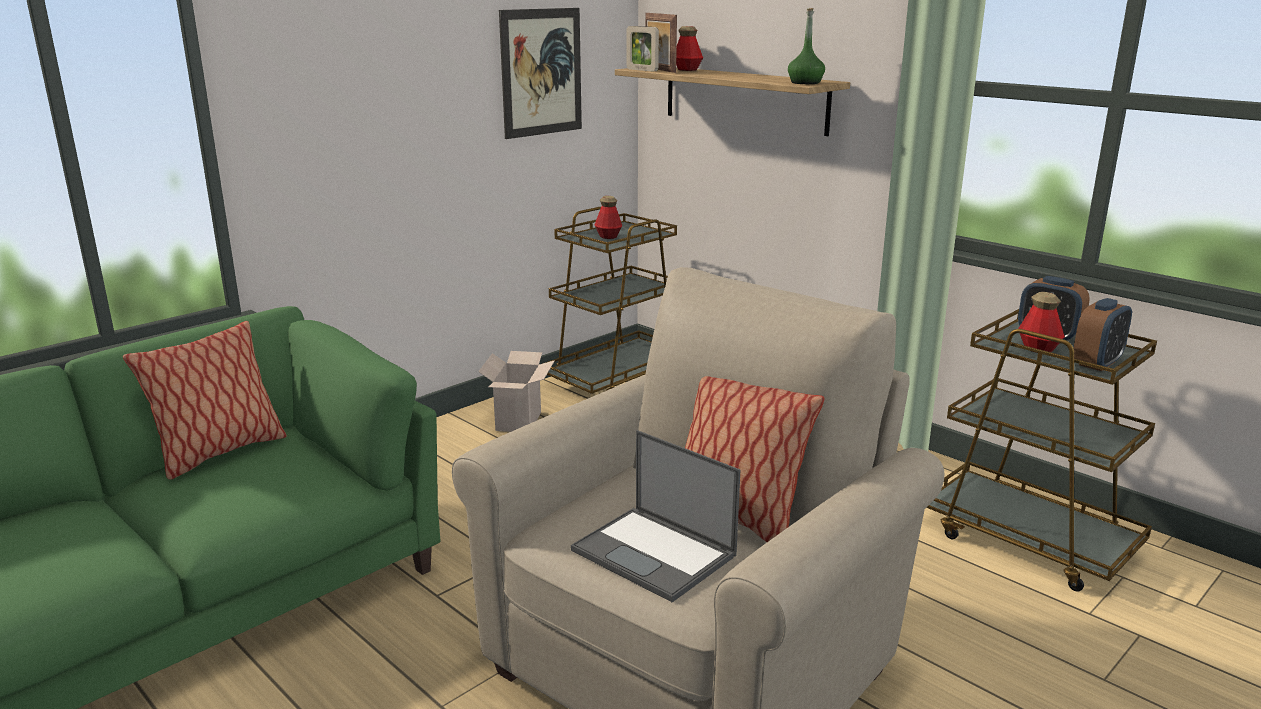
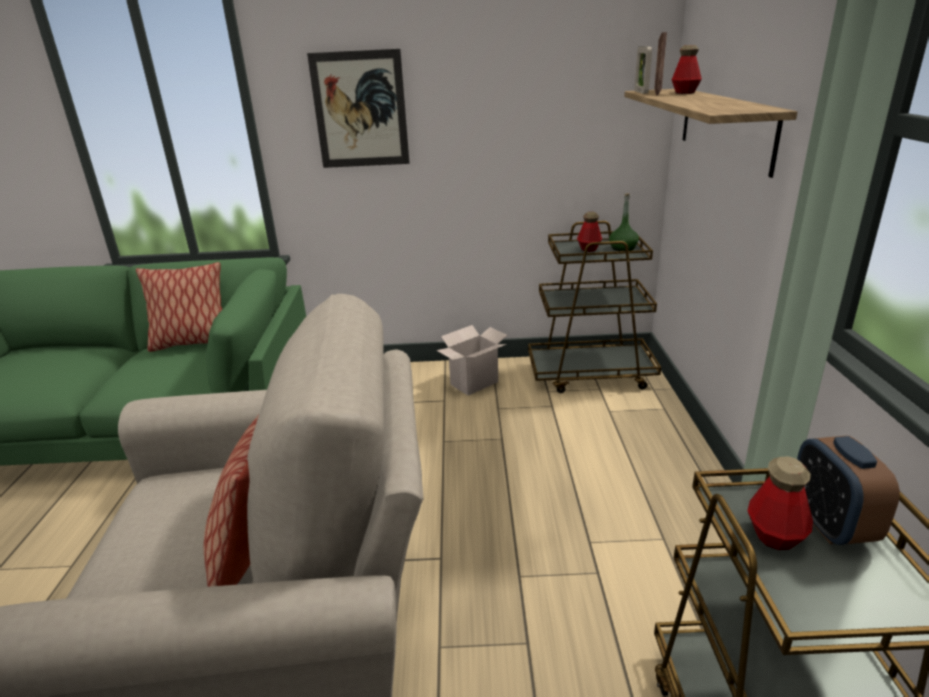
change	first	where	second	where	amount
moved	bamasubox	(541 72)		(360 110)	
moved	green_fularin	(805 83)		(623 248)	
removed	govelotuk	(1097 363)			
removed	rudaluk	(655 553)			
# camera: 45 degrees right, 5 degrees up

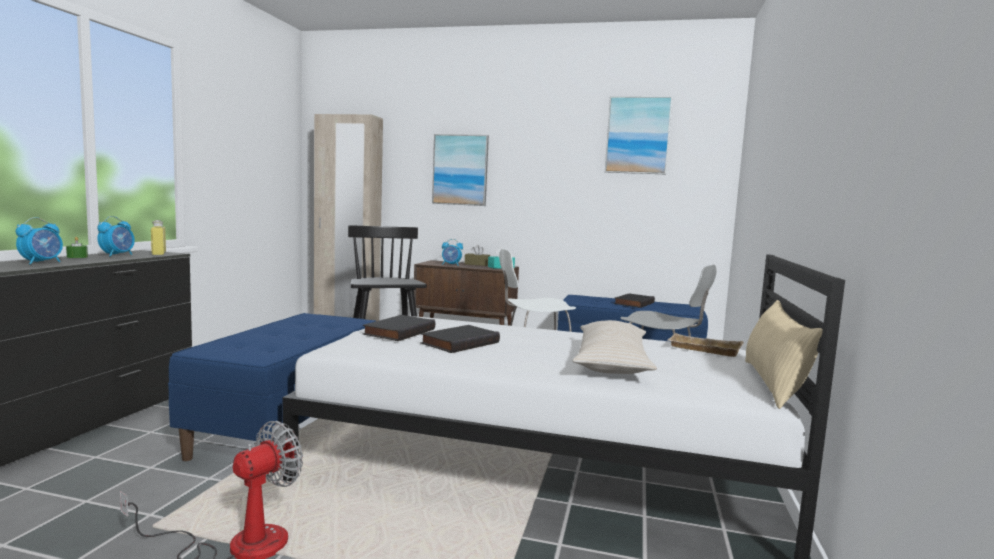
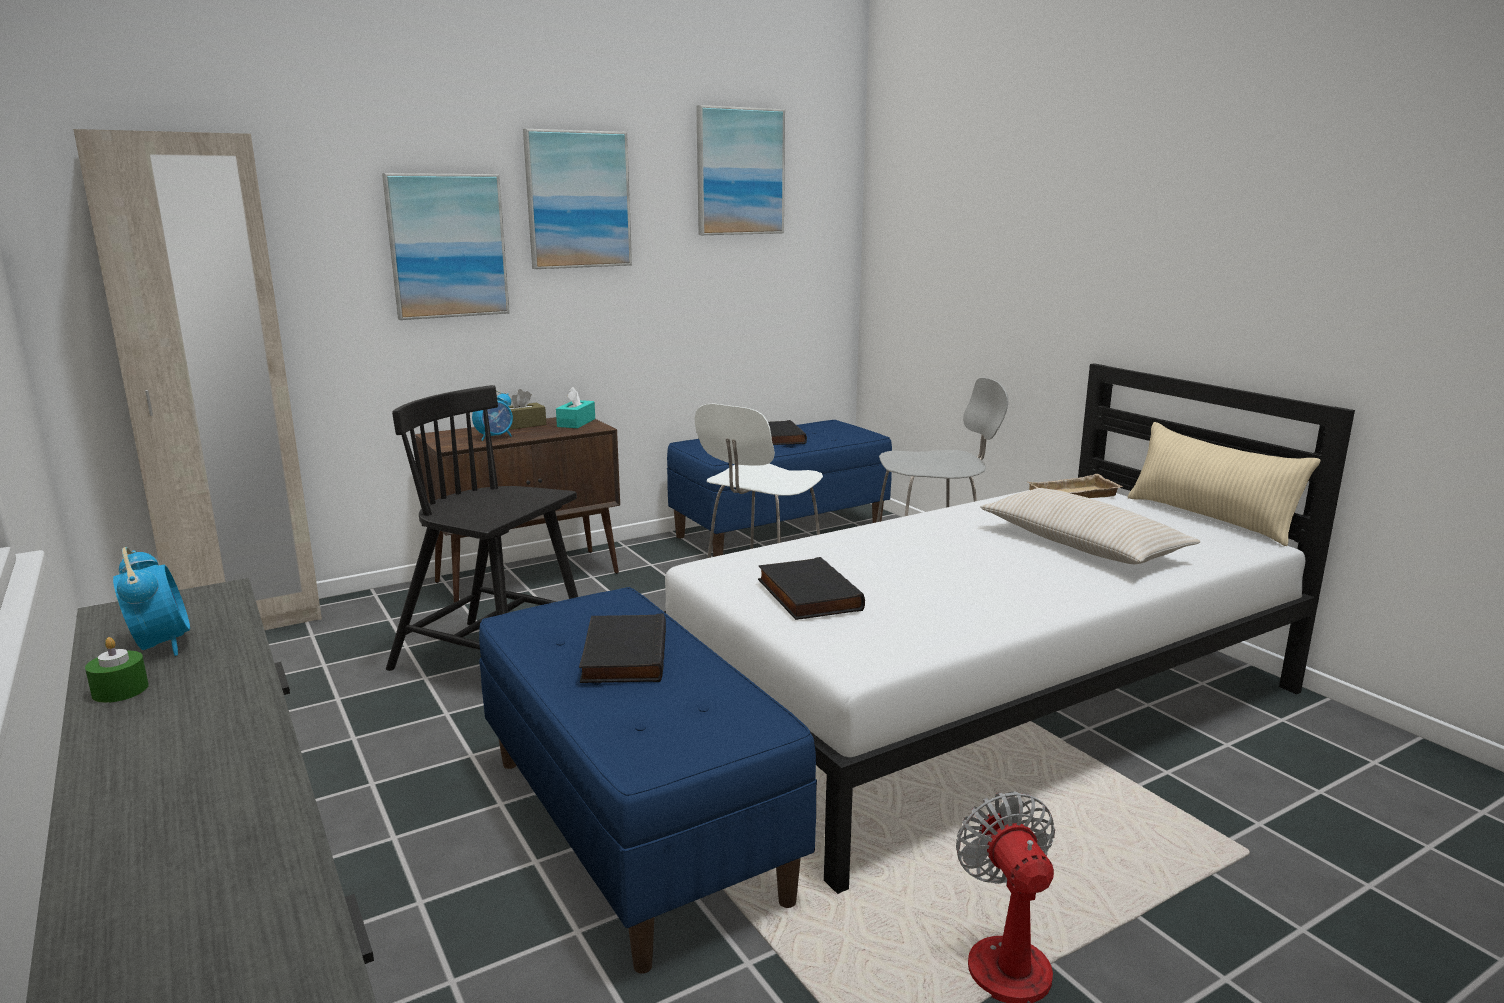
change	first	where	second	where	amount
removed	govelotuk	(42 262)			
removed	yellow_fularin	(159 253)			
moved	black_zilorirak	(459 342)		(622 655)	
added			bamasubox	(578 200)	
# camera: 45 degrees left, 10 degrees up

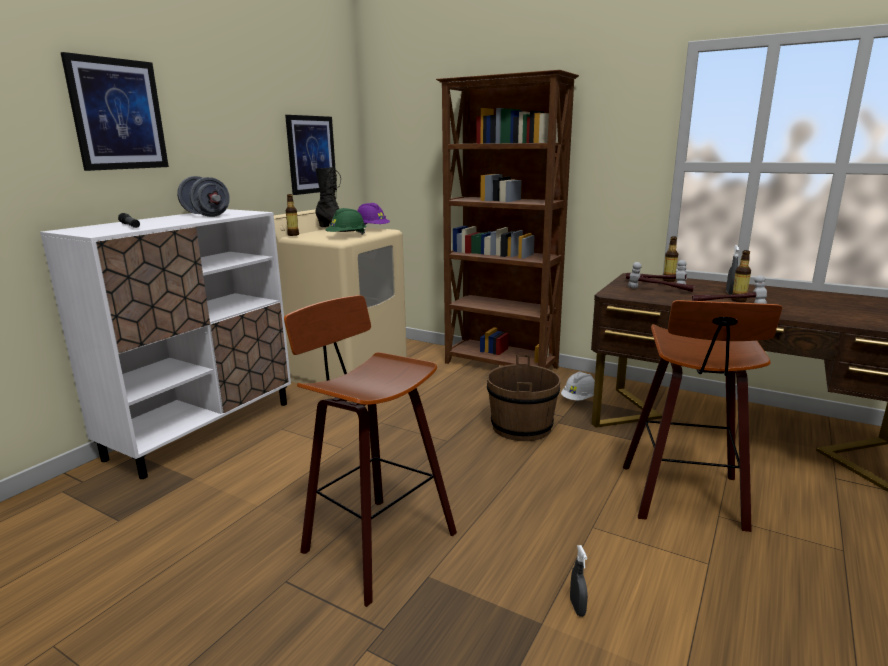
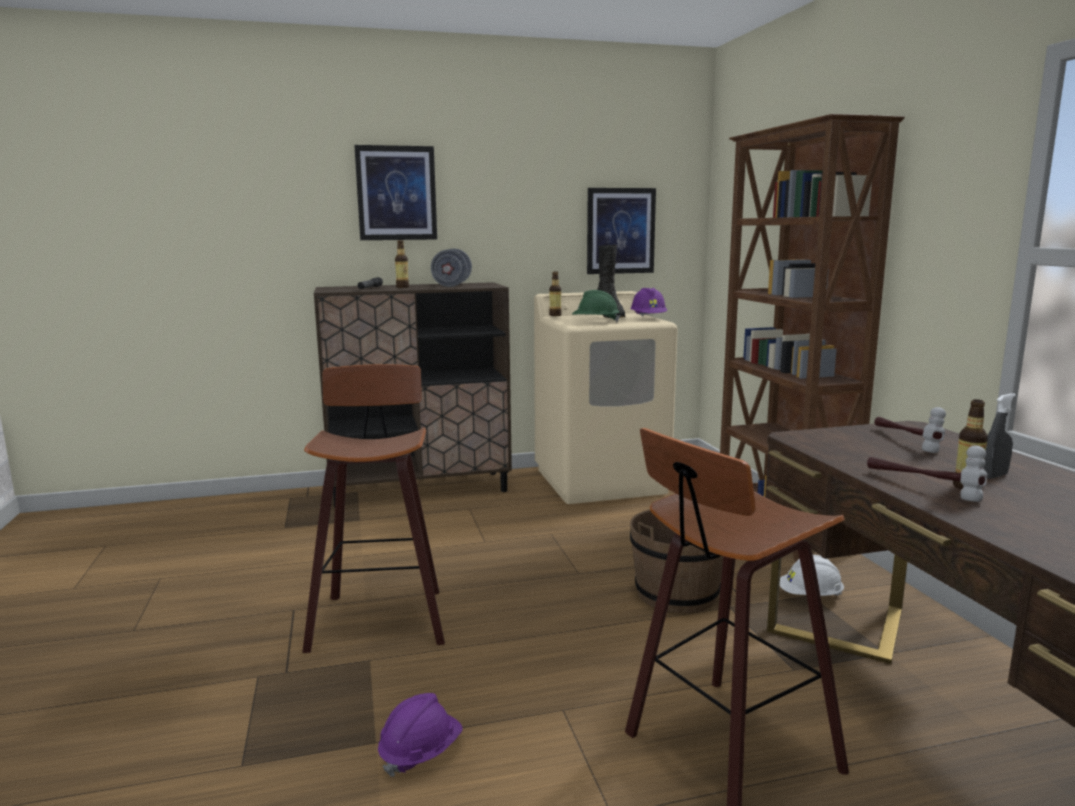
change	first	where	second	where	amount
recoloured	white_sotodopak	(203 429)	brown_sotodopak	(421 489)	
moved	fularin	(668 280)		(402 287)	
removed	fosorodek	(659 290)			
replaced	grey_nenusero	(577 607)	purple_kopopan	(420 753)	
# camera: 45 degrees right, 5 degrees down

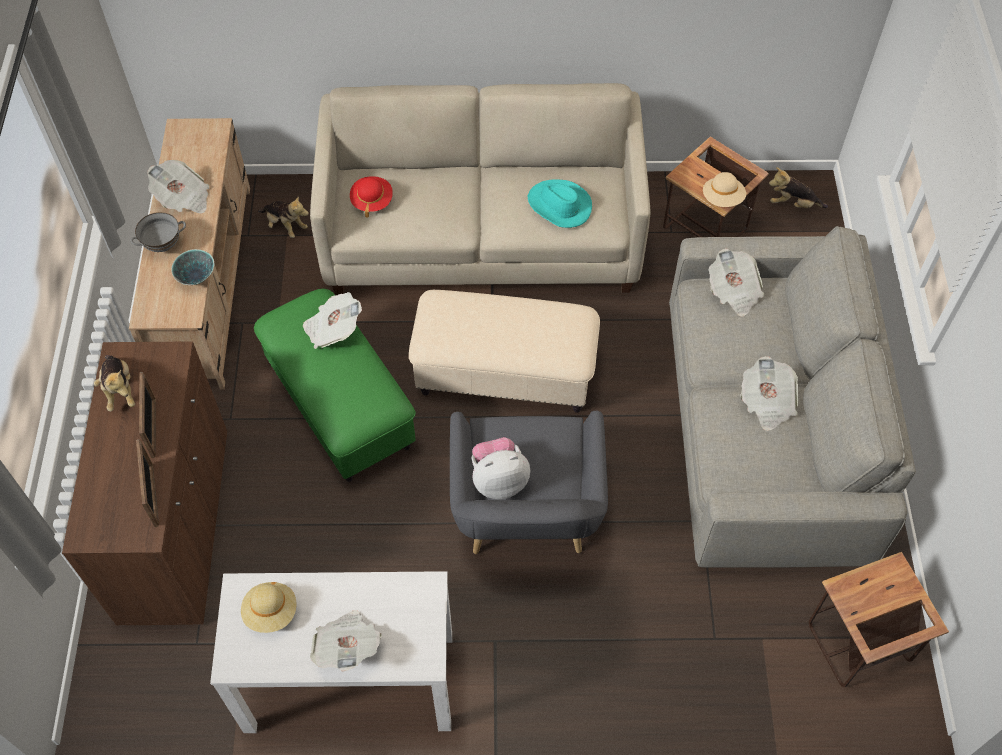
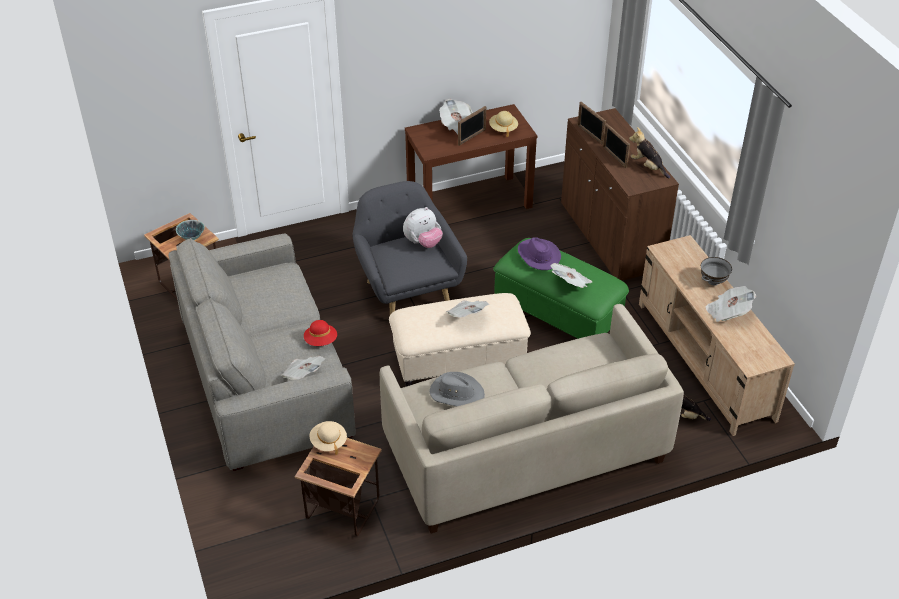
change	first	where	second	where	amount
removed	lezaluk	(793 204)			
moved	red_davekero	(372 201)		(321 341)	
recoloured	turquoise_davekero	(559 206)	grey_davekero	(456 393)	
moved	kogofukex	(197 277)		(191 238)	
moved	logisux	(767 403)		(467 316)	
recoloured	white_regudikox	(349 682)	brown_regudikox	(470 203)	
added			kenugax	(472 137)	
added			purple_davekero	(538 255)	
# camera: 160 degrees right, 15 degrees down

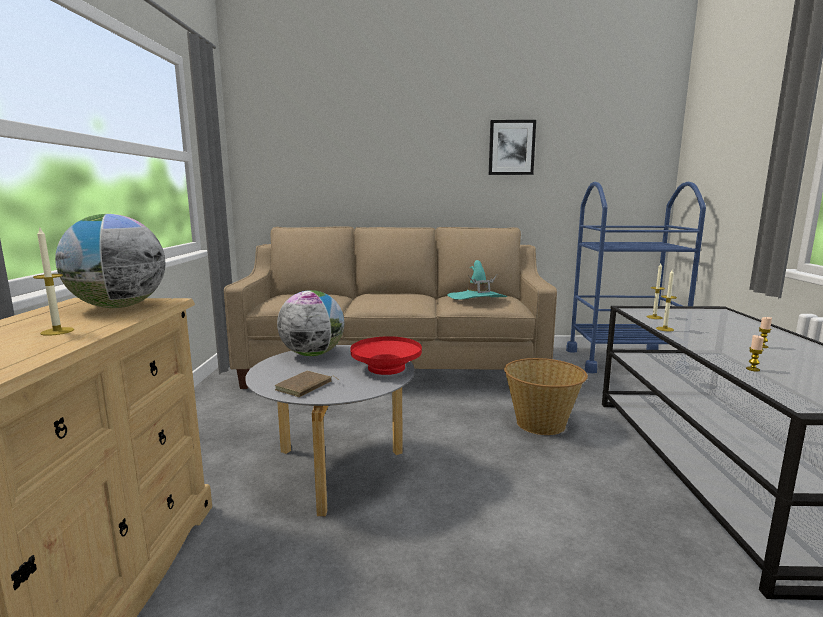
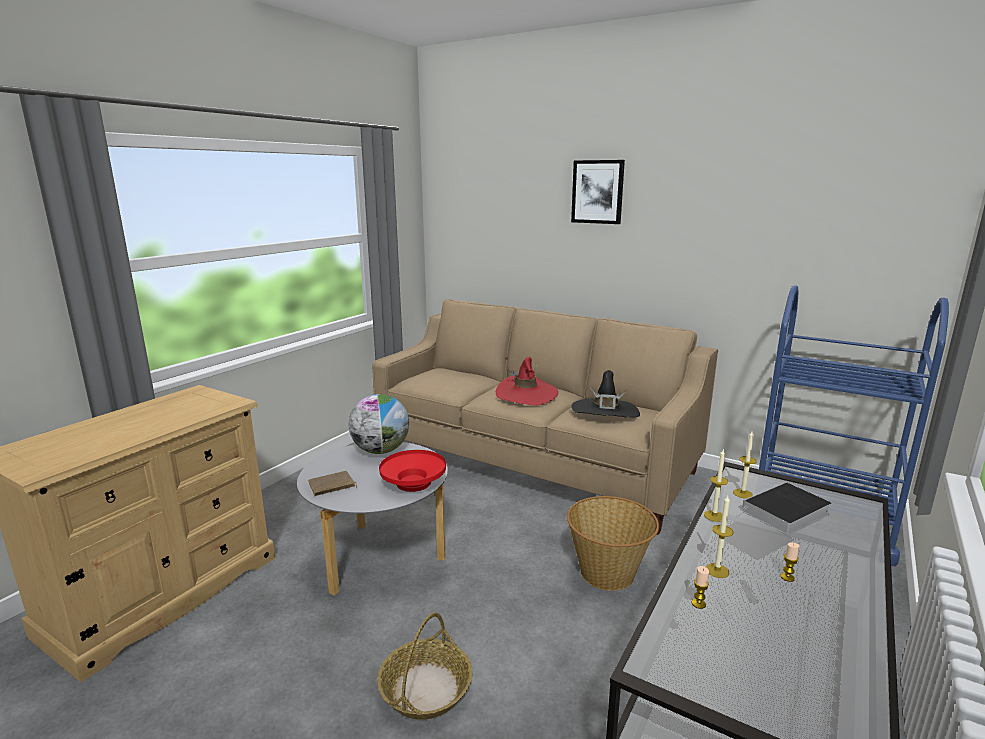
change	first	where	second	where	amount
moved	bamasubox	(511 147)		(597 192)	
removed	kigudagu	(119 307)			
moved	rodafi	(57 331)		(717 570)	
recoloured	turquoise_davekero	(477 298)	black_davekero	(605 412)	
added			red_davekero	(526 394)	
added			zilorirak	(784 513)	
added			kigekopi	(425 688)	
# camera: 30 degrees right, 5 degrees up

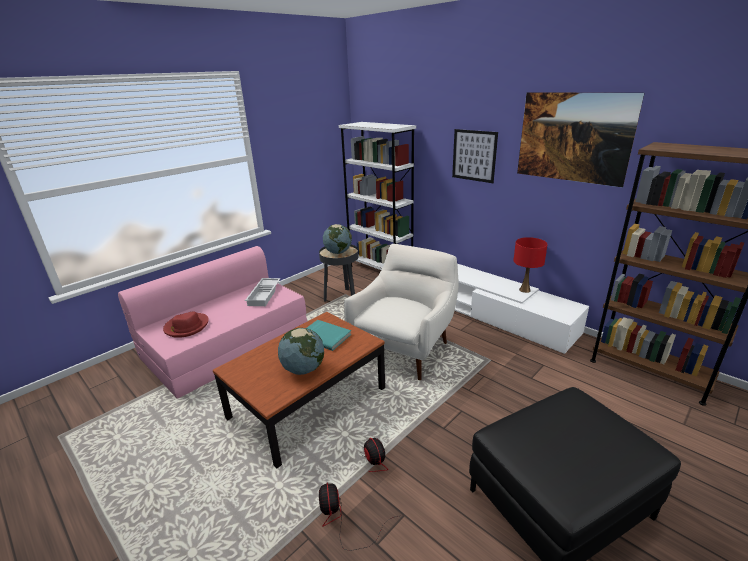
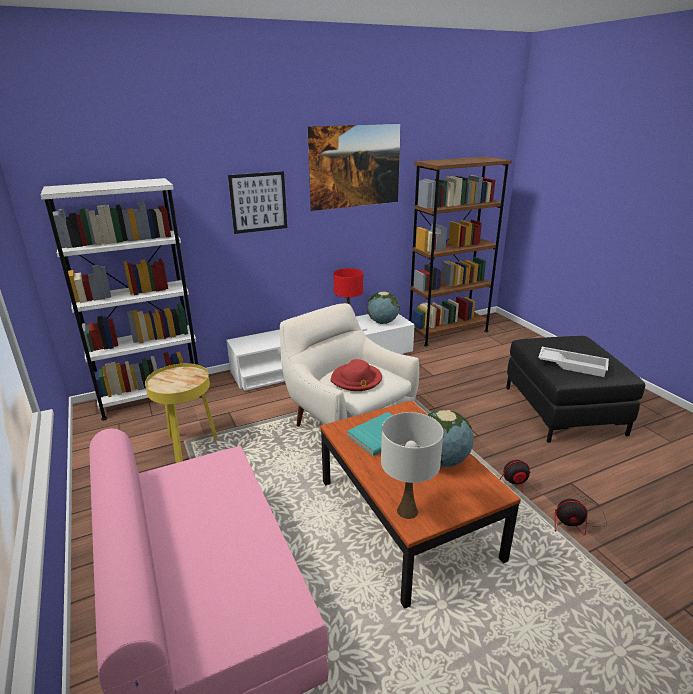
change	first	where	second	where	amount
moved	kigudagu	(338 252)		(382 322)	
recoloured	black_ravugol	(342 297)	yellow_ravugol	(189 445)	
moved	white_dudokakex	(265 294)		(572 365)	
moved	red_davekero	(186 327)		(356 379)	
added			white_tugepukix	(407 511)	
# camera: 70 degrees left, 0 degrees up

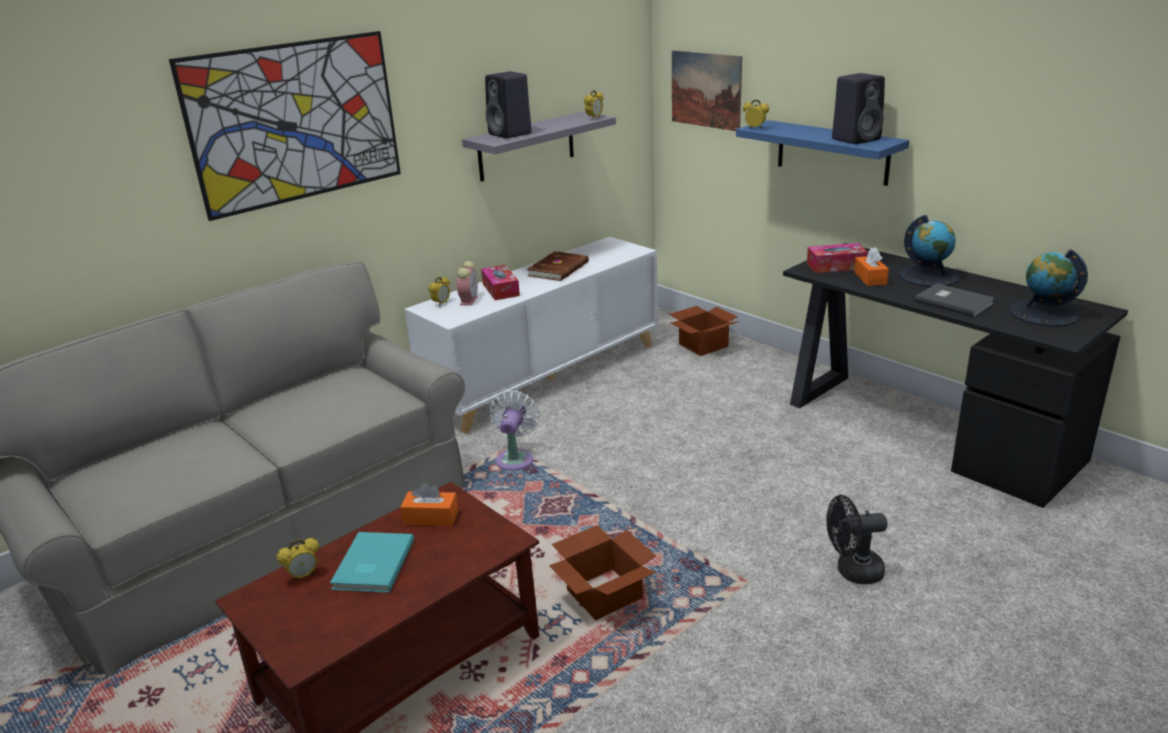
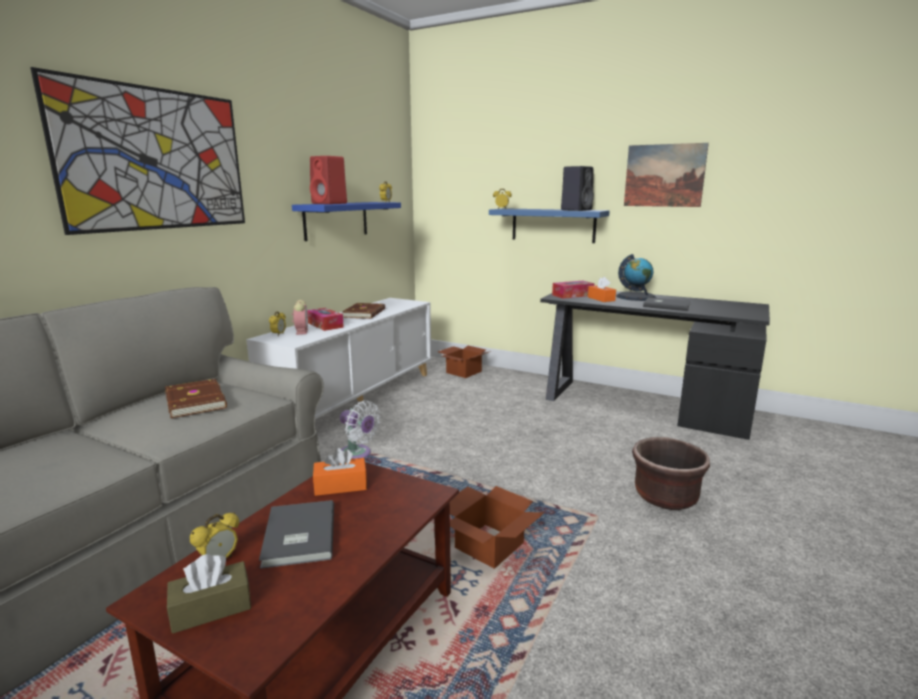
change	first	where	second	where	amount
moved	bamasubox	(706 90)		(664 175)	
recoloured	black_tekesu	(511 134)	red_tekesu	(330 203)	
recoloured	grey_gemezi	(526 146)	blue_gemezi	(336 220)	
removed	kigudagu	(1043 314)			
turned	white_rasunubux	(515 458)		(357 455)	135 degrees clockwise
replaced	black_rasunubux	(852 571)	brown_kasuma	(665 496)	
recoloured	turquoise_zilorirak	(371 565)	grey_zilorirak	(297 536)	
added			brown_zilorirak	(197 401)	
added			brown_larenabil	(211 608)	
# camera: 20 degrees left, 10 degrees down

